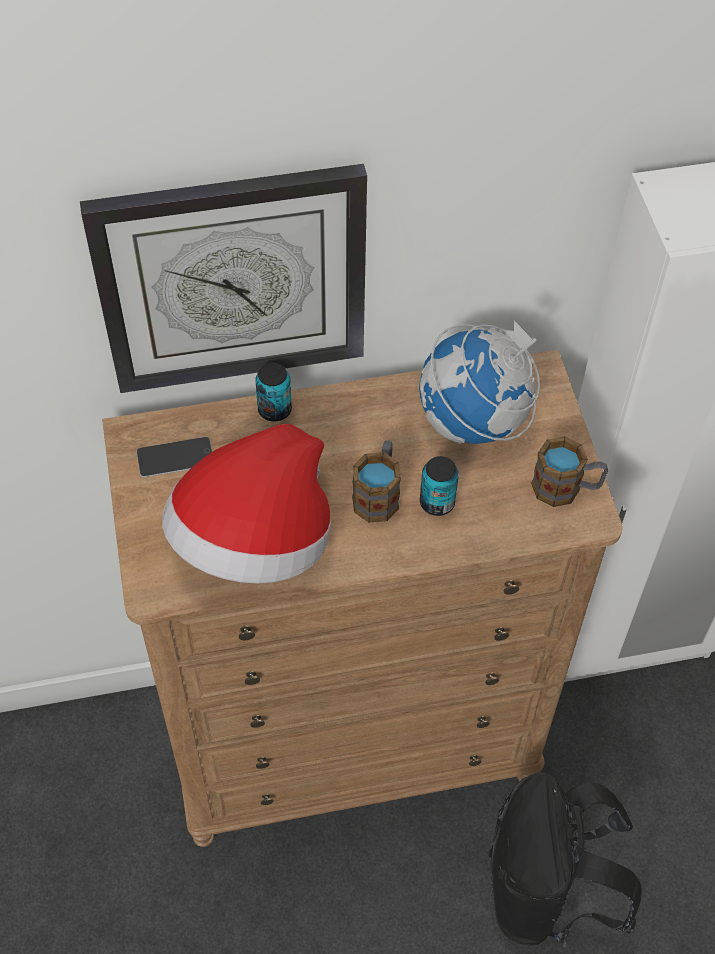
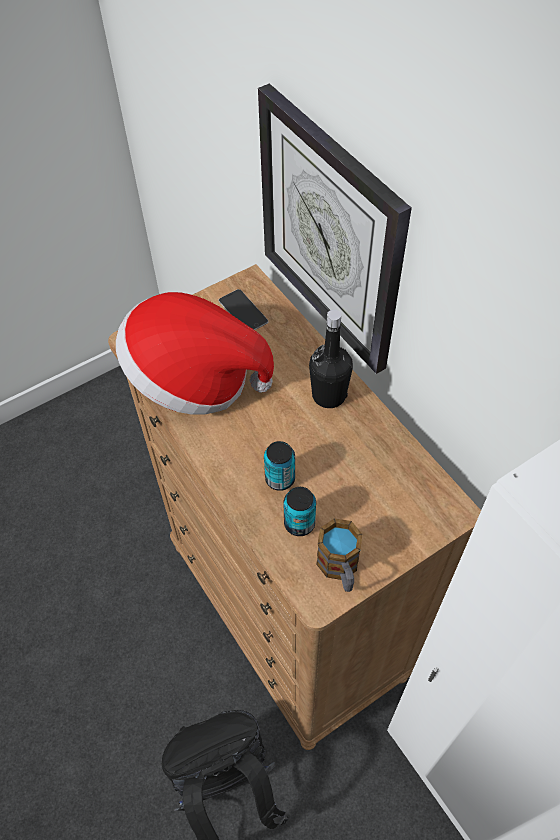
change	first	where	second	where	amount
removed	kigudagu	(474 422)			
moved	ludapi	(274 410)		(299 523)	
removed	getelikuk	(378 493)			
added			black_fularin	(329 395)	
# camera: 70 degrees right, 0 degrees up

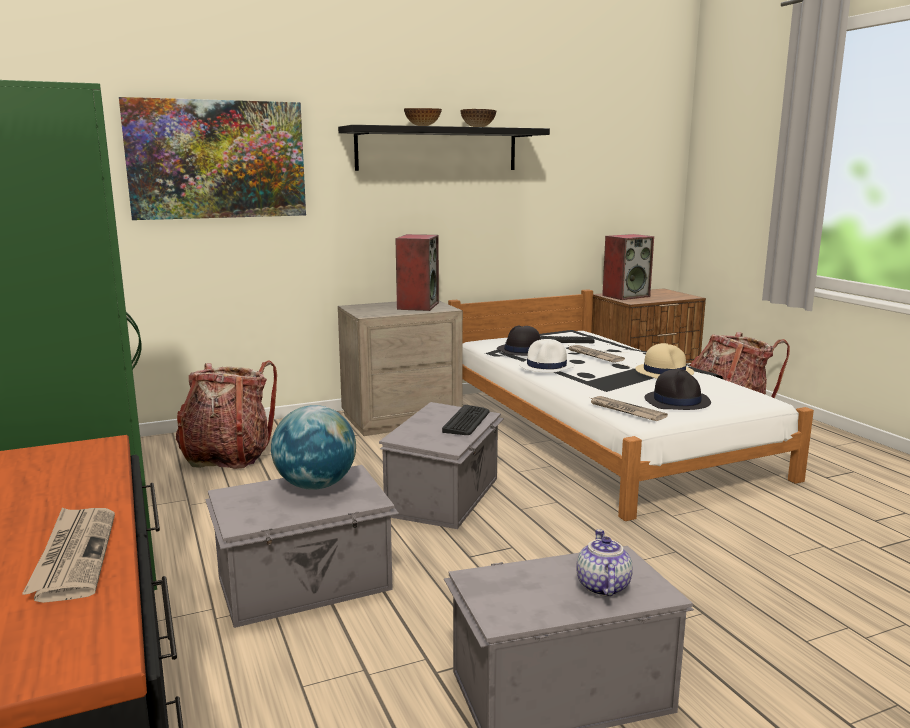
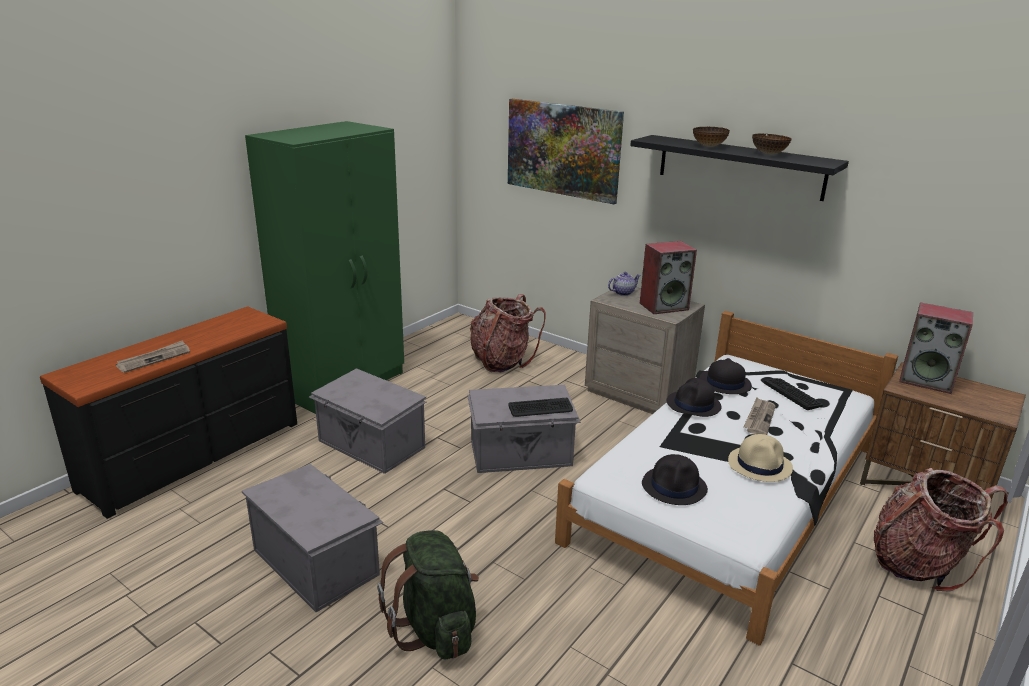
change	first	where	second	where	amount
recoloured	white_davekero	(547 366)	black_davekero	(693 405)	
removed	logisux	(625 411)			
removed	kigudagu	(316 485)			
moved	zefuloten	(601 586)		(623 292)	
added			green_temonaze	(435 628)	
# camera: 60 degrees right, 10 degrees up

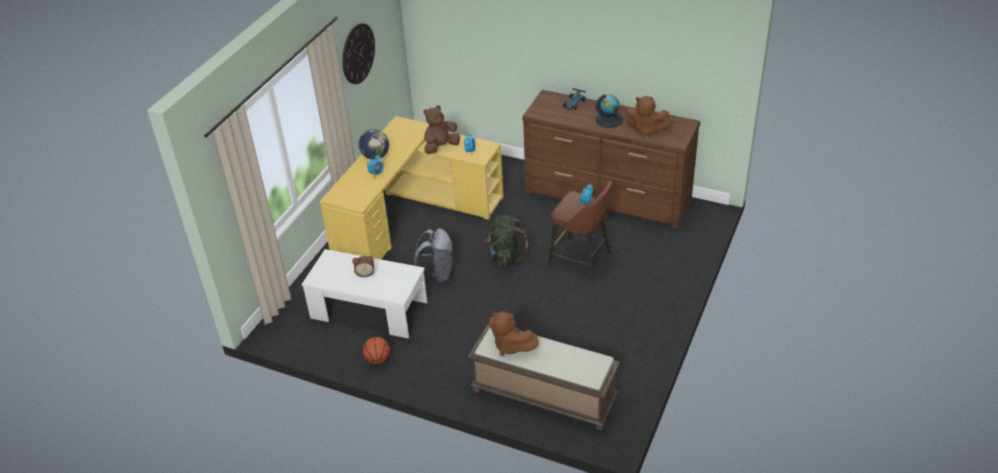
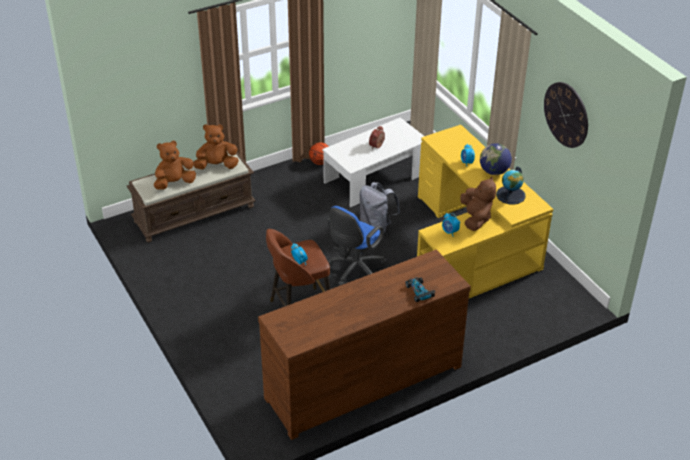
change	first	where	second	where	amount
moved	kigudagu	(609 120)		(510 195)	
moved	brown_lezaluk	(646 130)		(174 183)	
replaced	green_temonaze	(505 256)	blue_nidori	(354 271)	
# camera: 125 degrees right, 0 degrees up

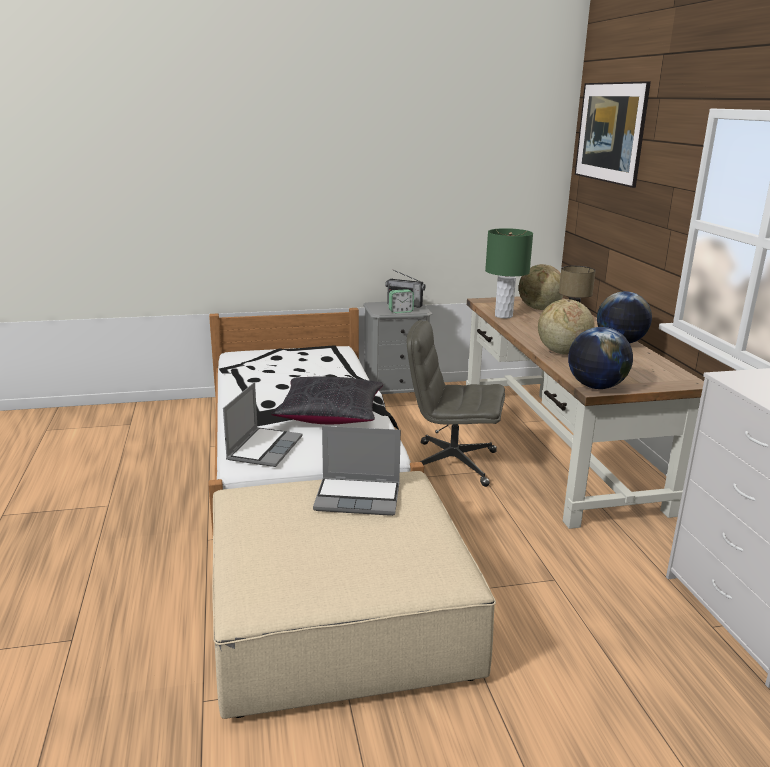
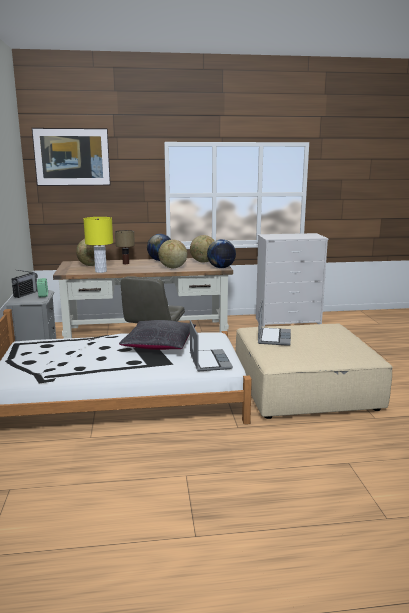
change	first	where	second	where	amount
recoloured	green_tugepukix	(504 316)	yellow_tugepukix	(101 271)	
turned	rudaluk	(264 448)		(209 361)	60 degrees clockwise
added			kigudagu	(203 262)	
# camera: 85 degrees left, 5 degrees down

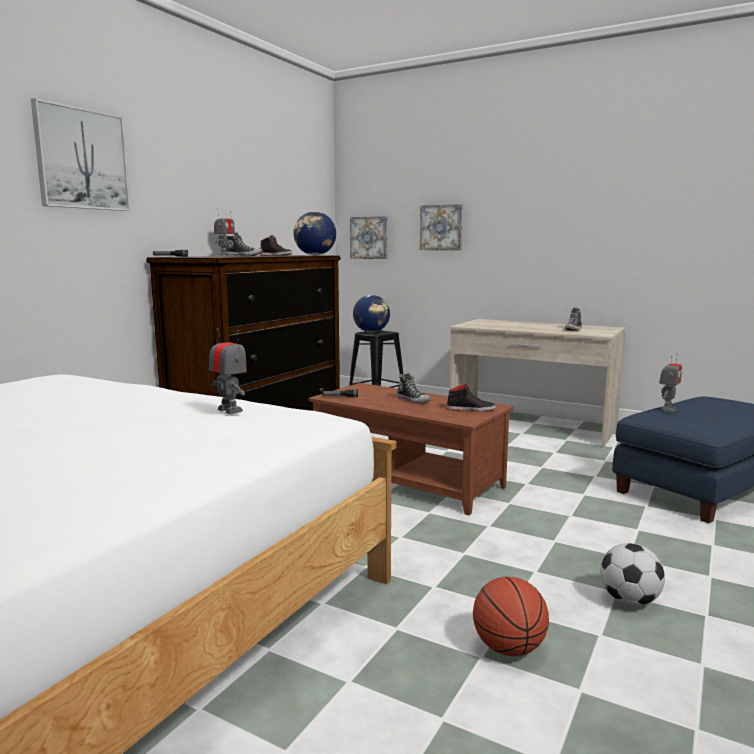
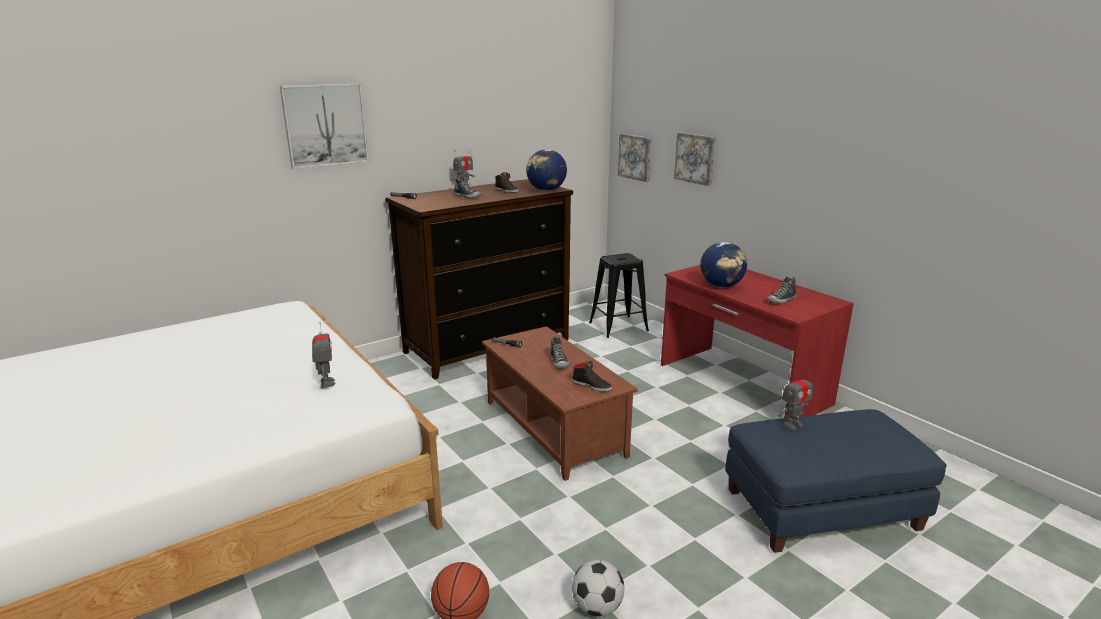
change	first	where	second	where	amount
moved	kigudagu	(371 332)		(721 286)	
recoloured	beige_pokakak	(531 426)	red_pokakak	(741 384)	
# camera: 25 degrees right, 10 degrees up

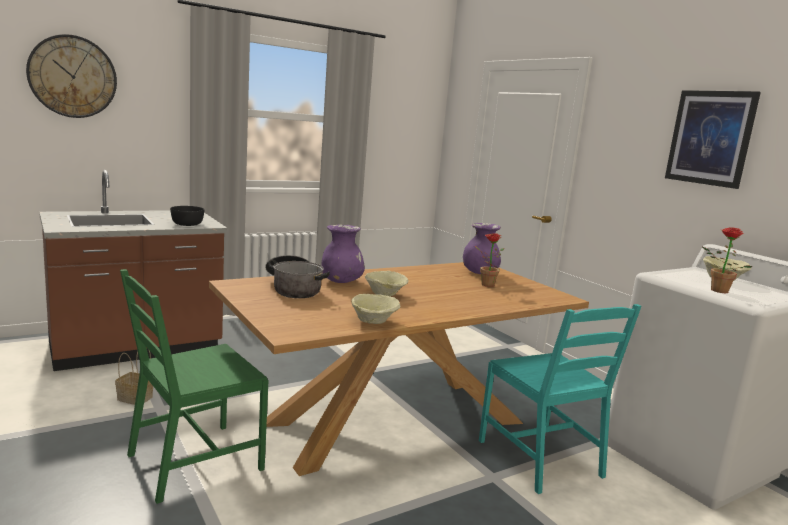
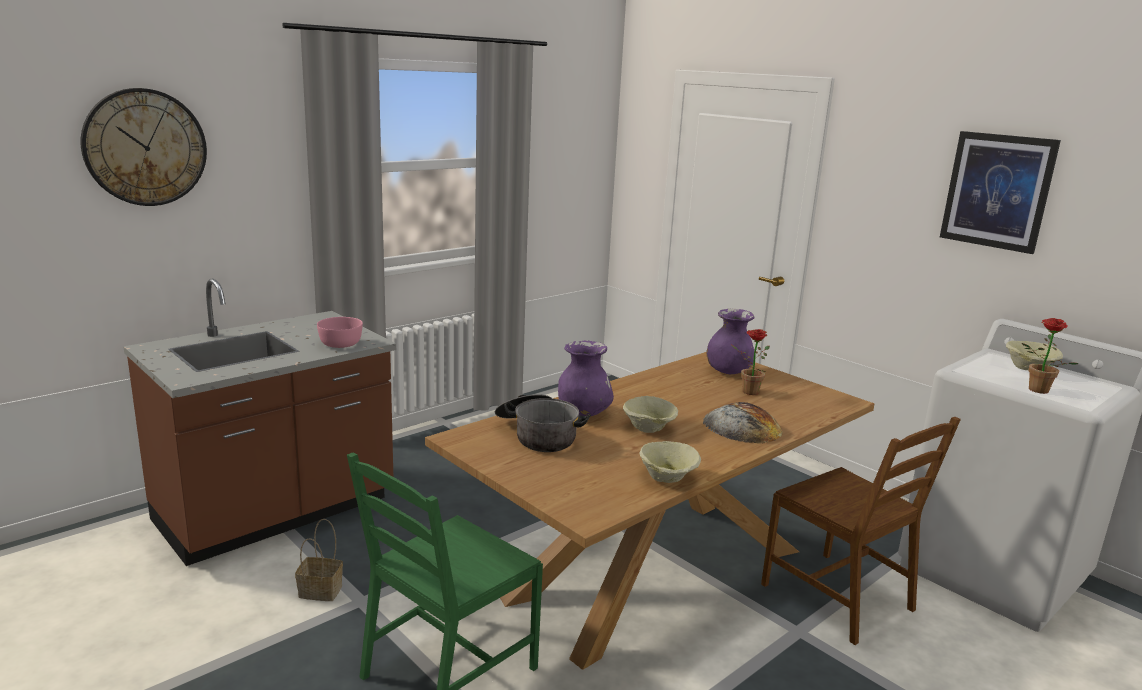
change	first	where	second	where	amount
recoloured	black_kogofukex	(187 224)	pink_kogofukex	(341 343)	
recoloured	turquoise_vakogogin	(541 458)	brown_vakogogin	(839 597)	
added			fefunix	(742 427)	
# camera: 10 degrees left, 5 degrees up

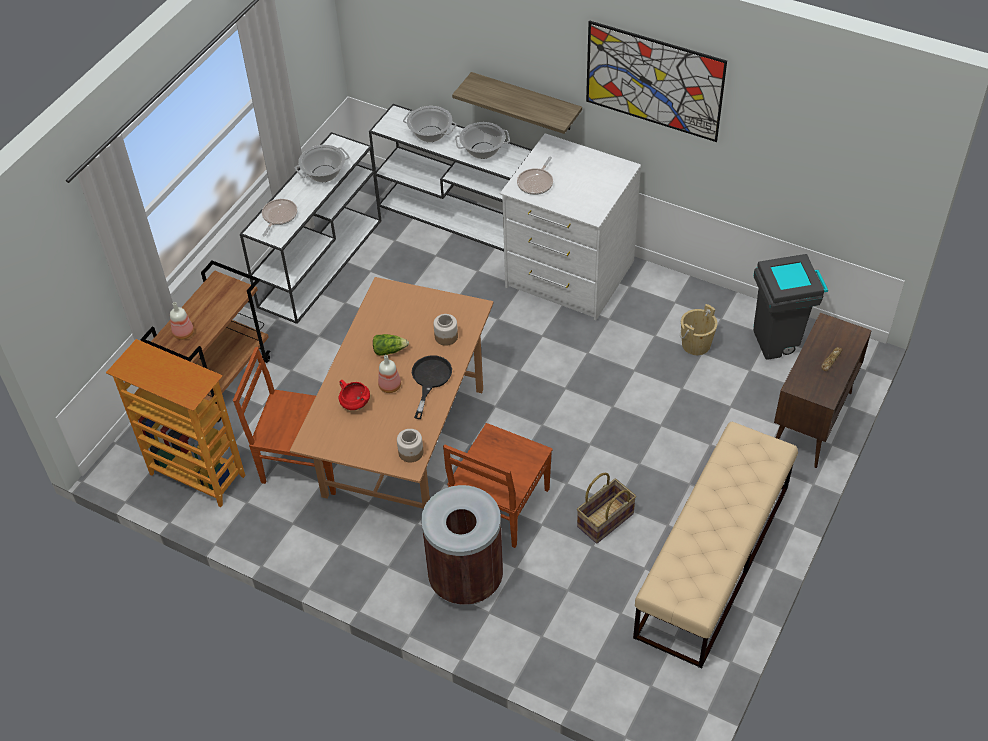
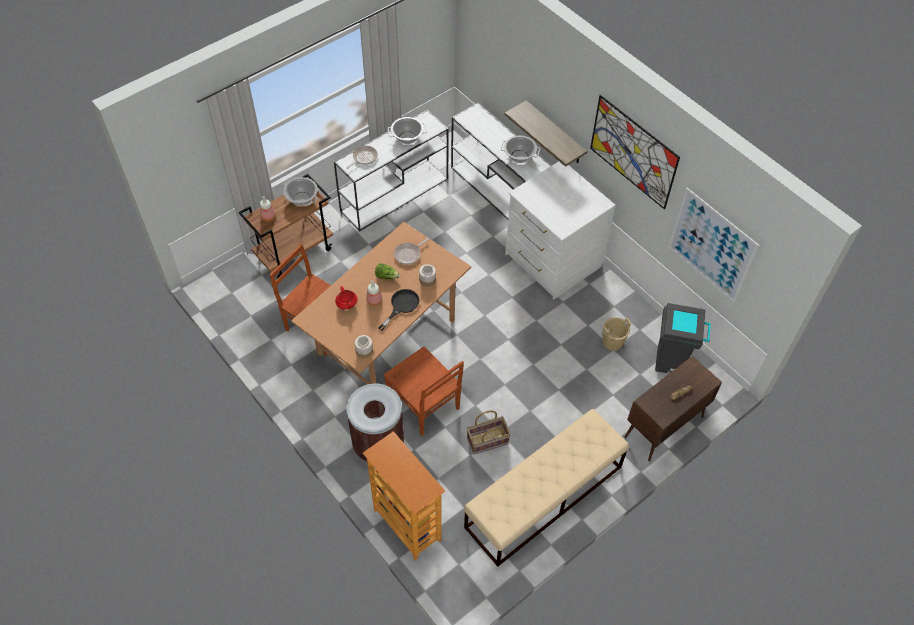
change	first	where	second	where	amount
moved	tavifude	(430 134)		(302 199)	
moved	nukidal	(536 183)		(408 254)	
moved	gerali	(196 475)		(406 525)	
turned	brown_vakogogin	(500 507)		(424 405)	90 degrees counterclockwise
added			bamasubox	(711 245)	
# camera: 20 degrees right, 5 degrees up

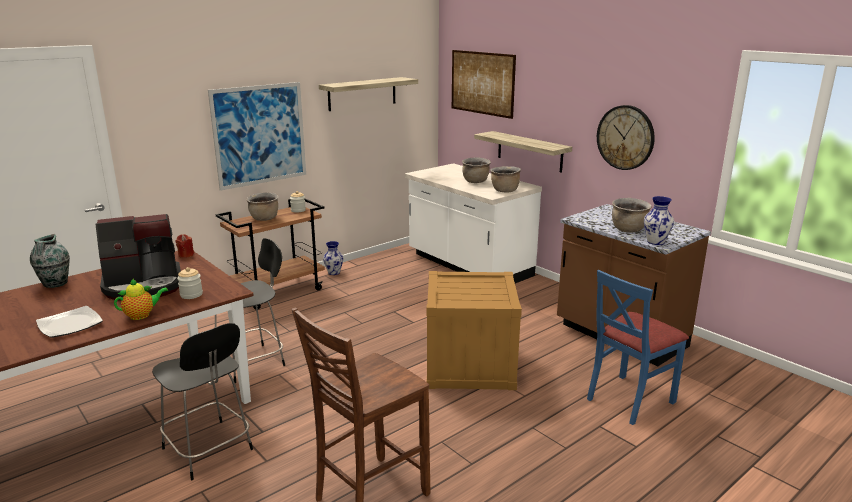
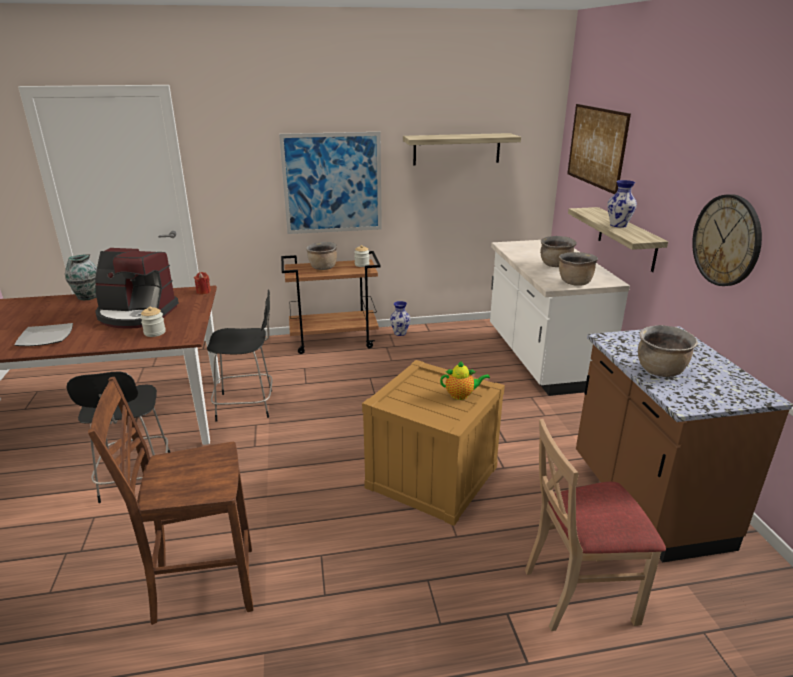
change	first	where	second	where	amount
moved	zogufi	(655 242)		(618 225)	
recoloured	blue_vakogogin	(629 399)	beige_vakogogin	(579 593)	
moved	zefuloten	(142 315)		(461 395)	
# camera: 30 degrees right, 5 degrees up

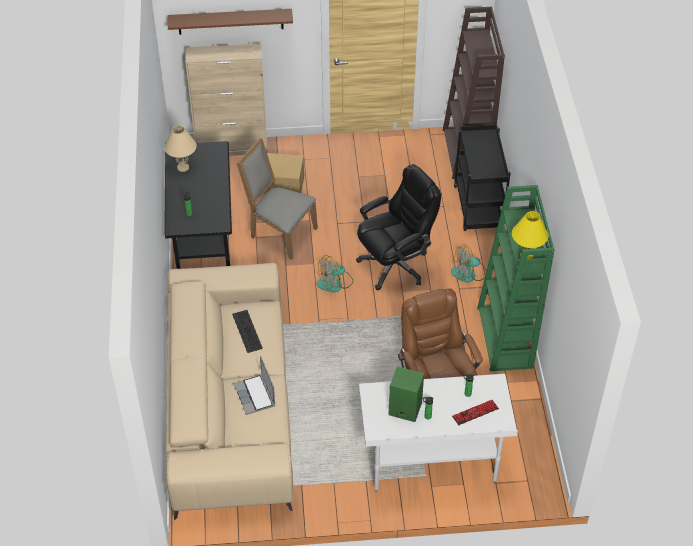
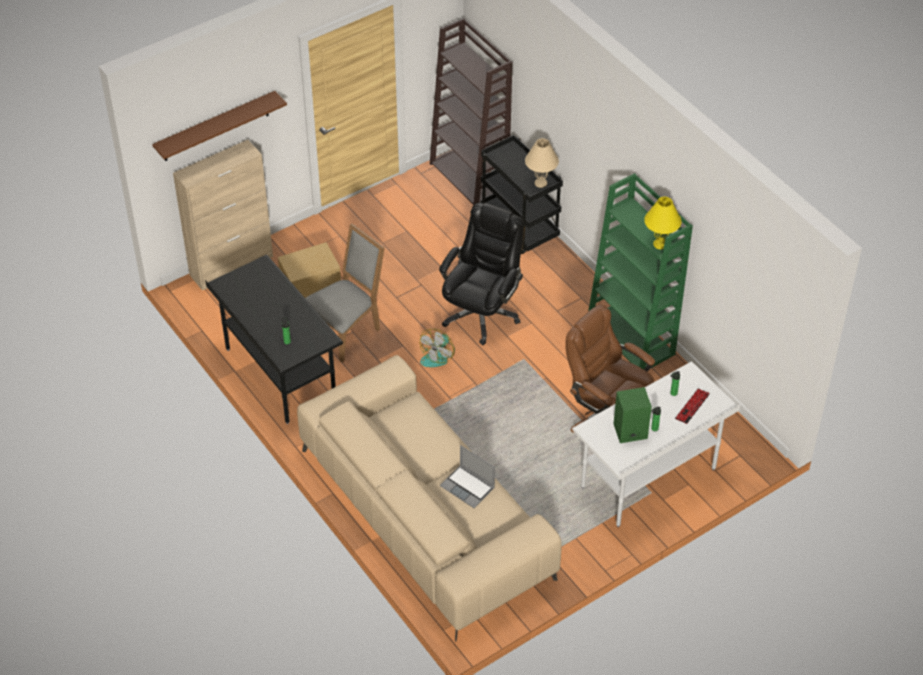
change	first	where	second	where	amount
moved	beige_tugepukix	(183 167)		(540 183)	
turned	grey_vakogogin	(279 233)		(347 330)	135 degrees clockwise
removed	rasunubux	(469 273)			
removed	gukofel	(246 331)			
# camera: 30 degrees left, 0 degrees up

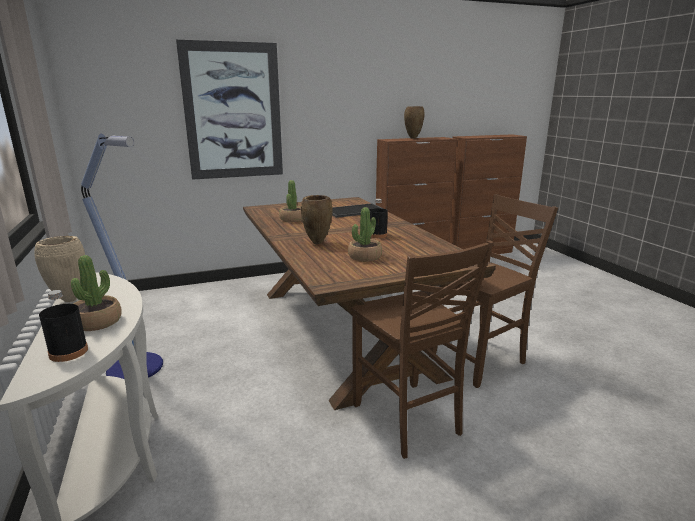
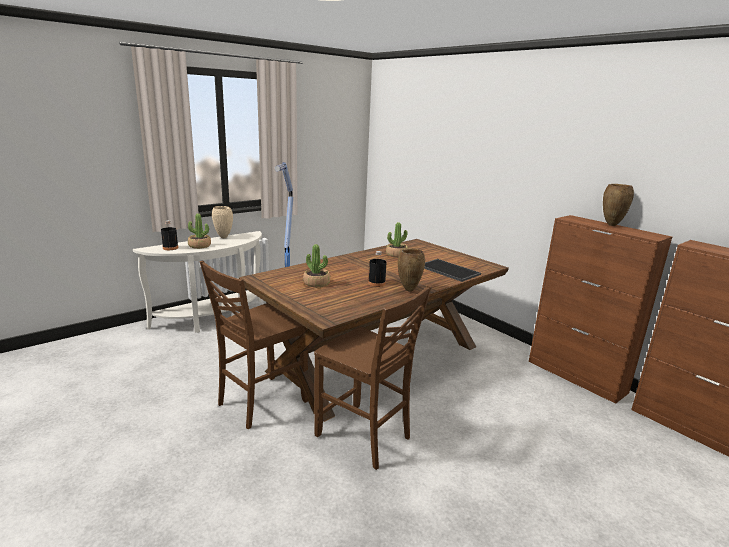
change	first	where	second	where	amount
removed	bamasubox	(233 112)			
moved	brown_zogufi	(317 243)		(408 290)	
# camera: 70 degrees right, 0 degrees up

